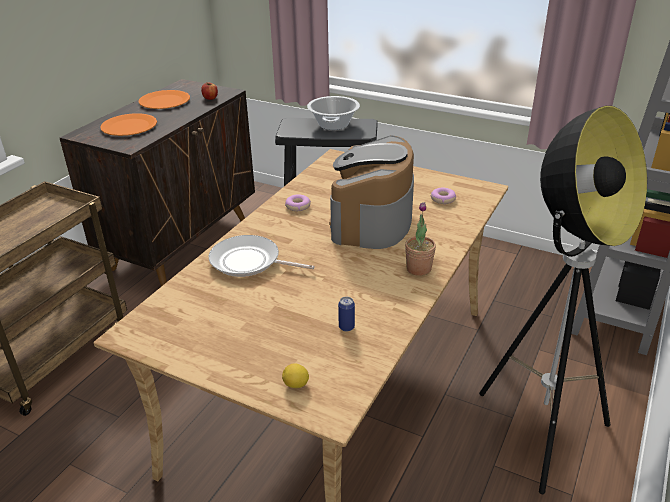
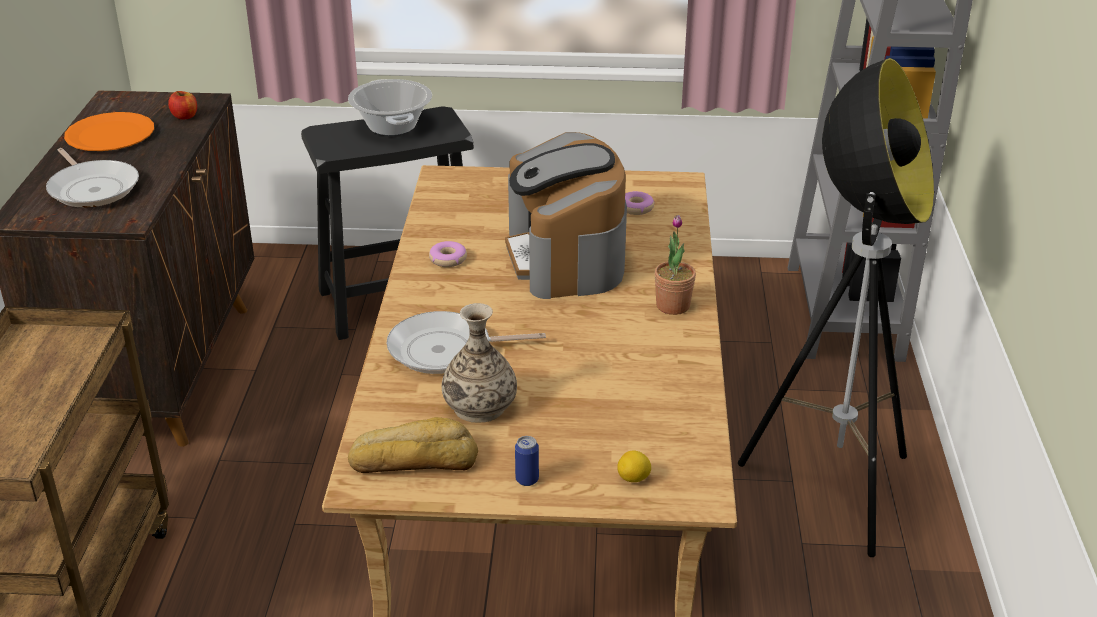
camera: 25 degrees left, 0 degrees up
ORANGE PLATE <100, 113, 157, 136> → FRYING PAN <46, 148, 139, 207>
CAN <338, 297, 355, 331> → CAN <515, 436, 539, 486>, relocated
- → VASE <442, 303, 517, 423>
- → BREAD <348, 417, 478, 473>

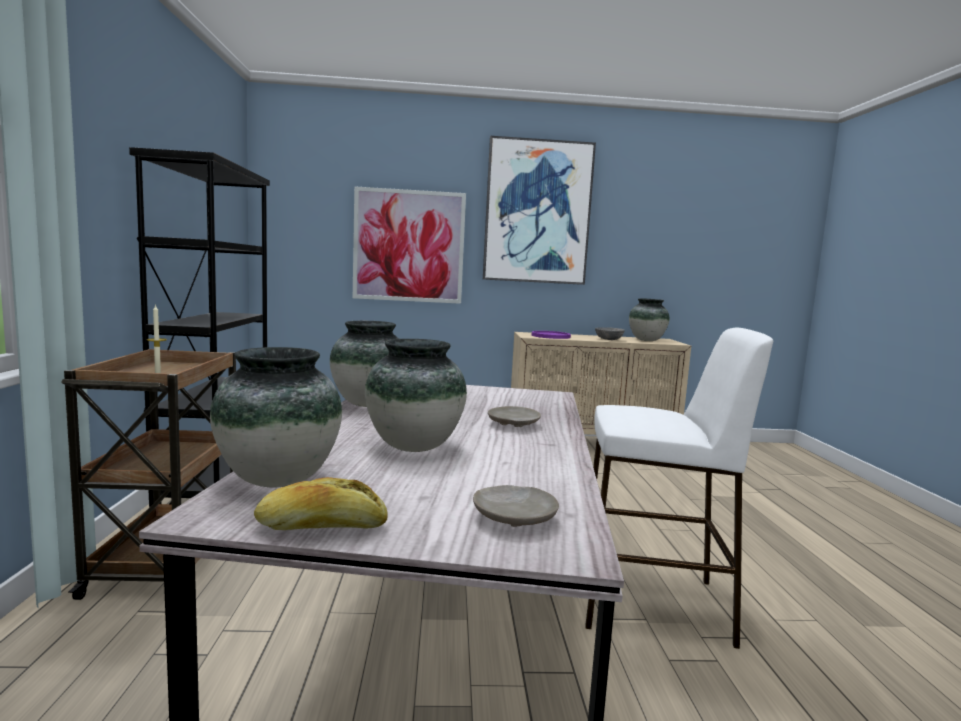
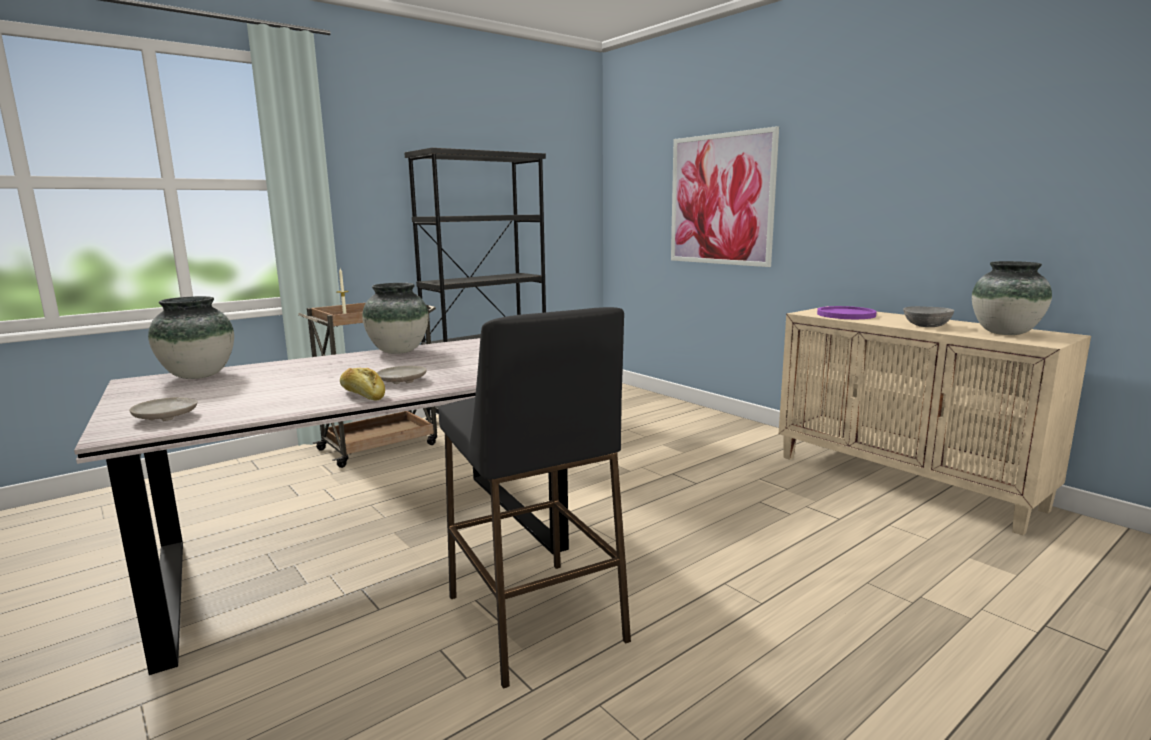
camera: 55 degrees right, 5 degrees up
PICTURE <483, 136, 596, 285> → -
WHITE STOOL <585, 328, 773, 649> → BLACK STOOL <439, 307, 631, 689>
VASE <365, 339, 467, 452> → -
BREAD <254, 477, 388, 530> → BREAD <340, 368, 385, 400>, relocated

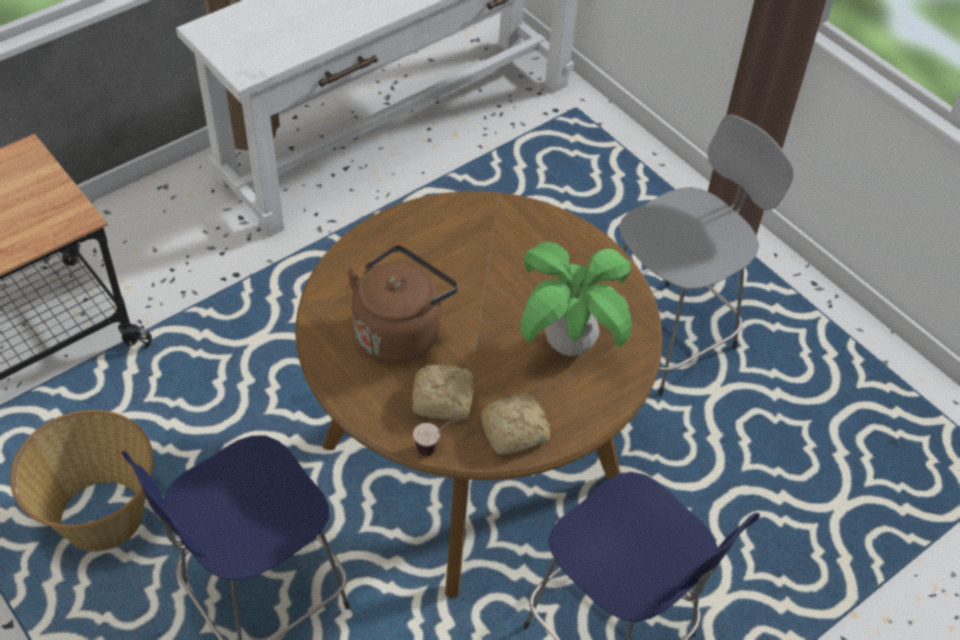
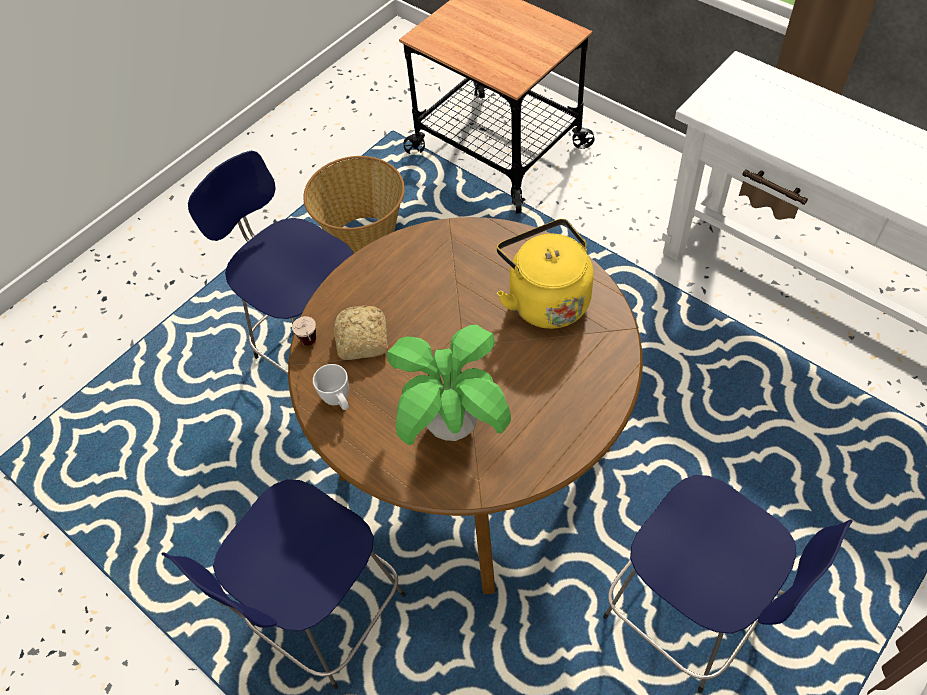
camera: 85 degrees right, 5 degrees up
GREY STOOL <619, 114, 794, 396> → BLUE STOOL <603, 475, 852, 693>
BROWN KETTLE <347, 245, 458, 363> → -
BREAD <480, 393, 550, 455> → WHITE MUG <313, 364, 349, 410>
- → YELLOW KETTLE <497, 219, 594, 329>

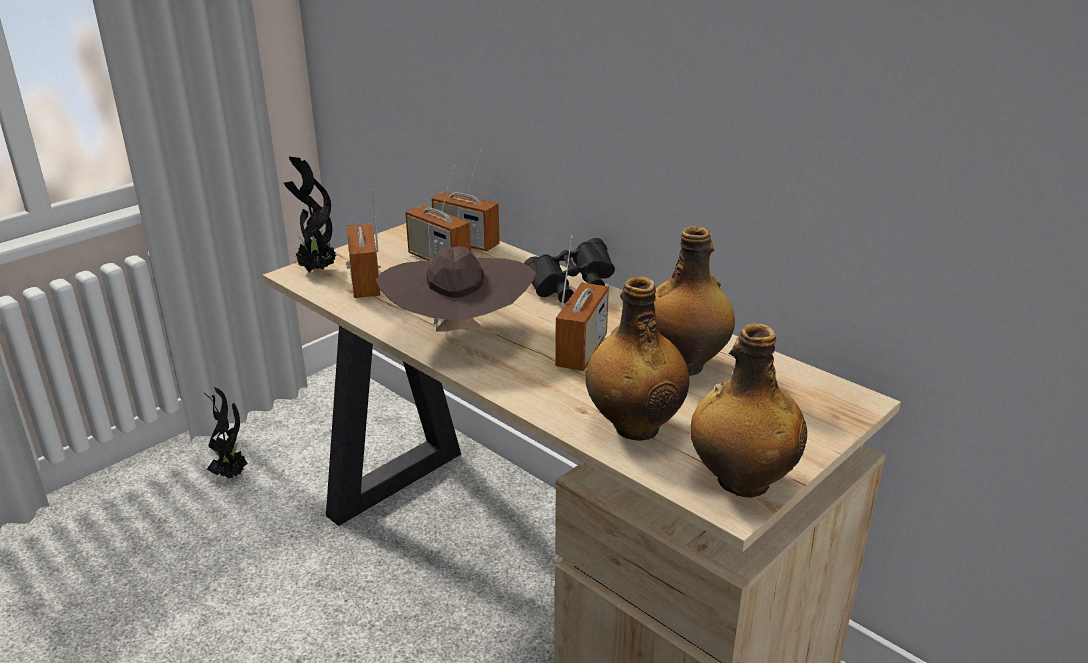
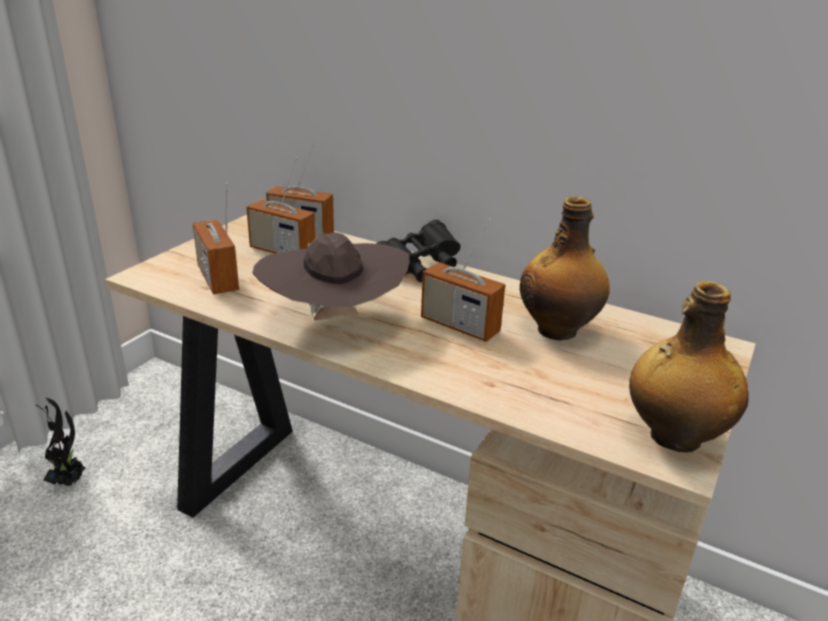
camera: 15 degrees left, 0 degrees up
POTTED PLANT <284, 157, 336, 272> → -
RADIO <555, 235, 609, 371> → RADIO <421, 218, 505, 342>, 120 degrees clockwise
BOTTLE <585, 277, 689, 441> → -

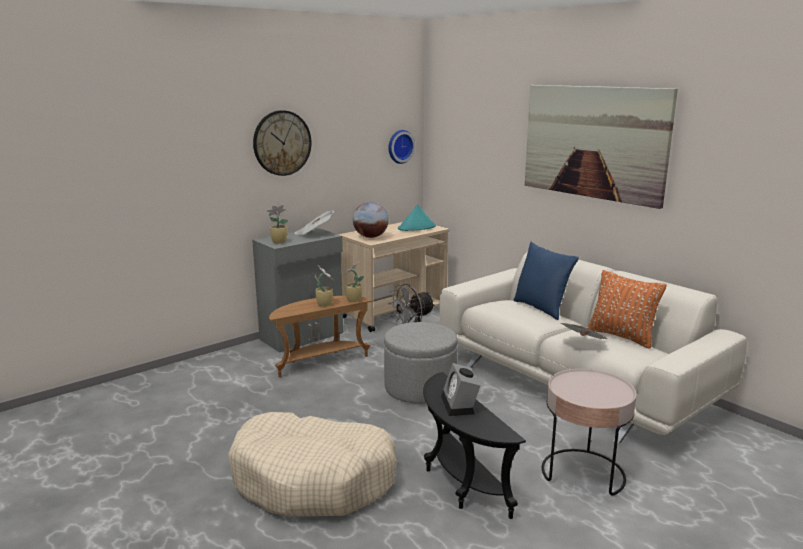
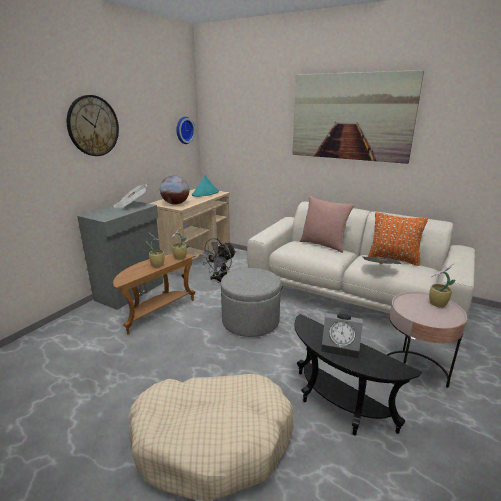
camera: 20 degrees left, 5 degrees up
POTTED PLANT <266, 205, 289, 243> → POTTED PLANT <429, 264, 455, 307>, relocated
BLUE PILLOW <514, 242, 579, 320> → PINK PILLOW <300, 196, 354, 253>
ALARM CLOCK <441, 363, 480, 416> → ALARM CLOCK <321, 313, 363, 358>, 45 degrees counterclockwise

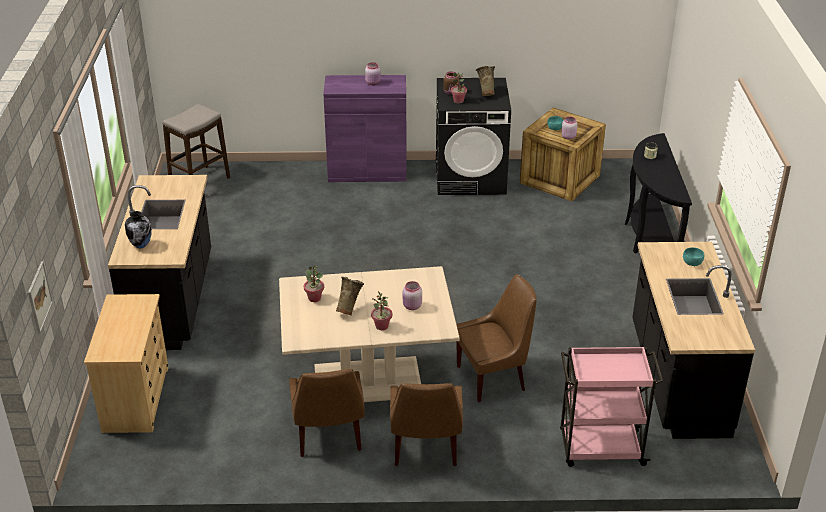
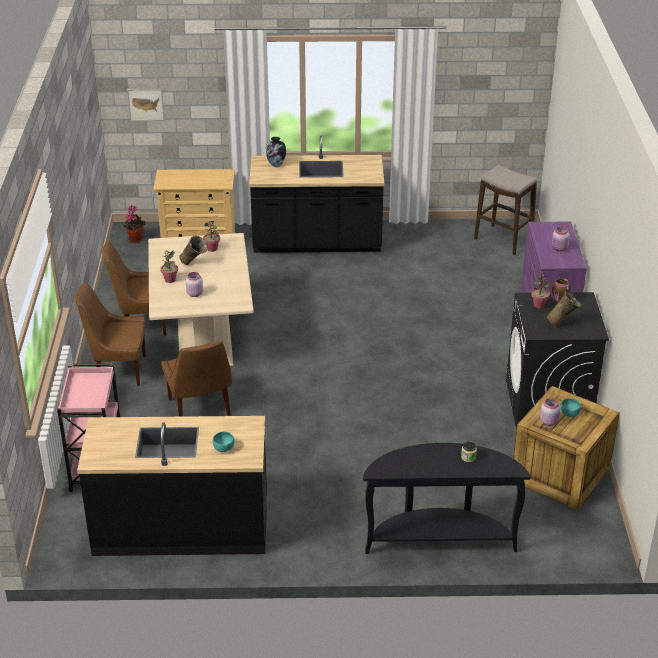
camera: 90 degrees right, 0 degrees up
- → POTTED PLANT <123, 205, 145, 243>

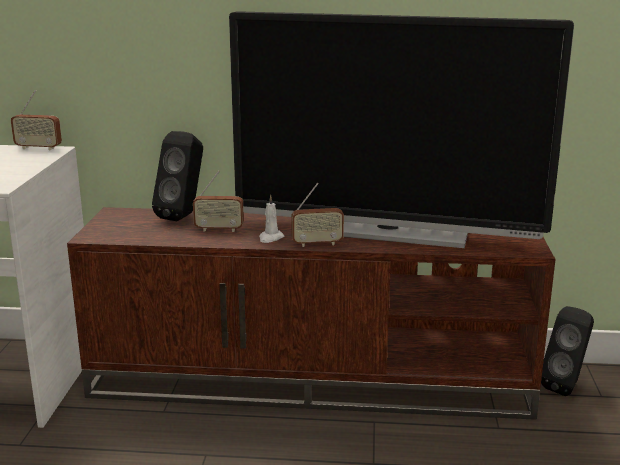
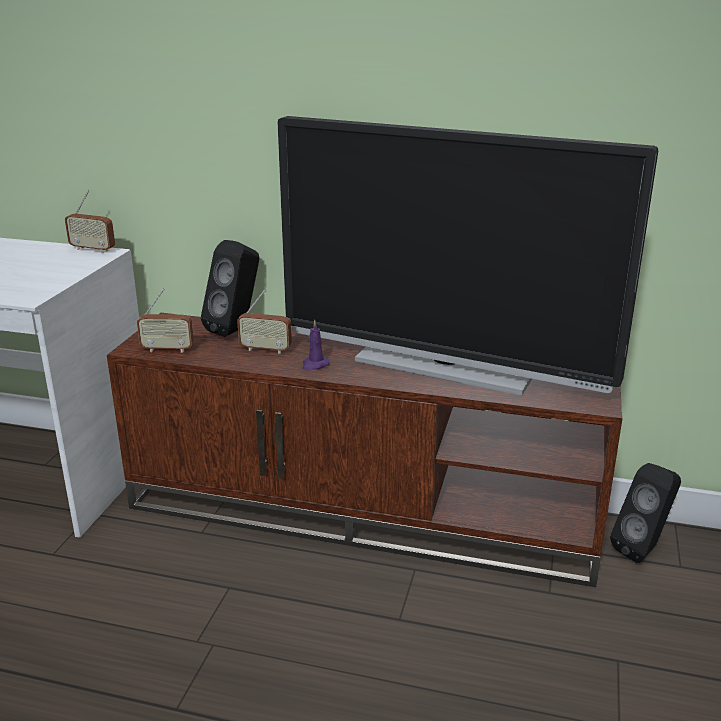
camera: 10 degrees right, 5 degrees up
RADIO <291, 182, 344, 247> → RADIO <137, 288, 194, 353>, relocated
WHITE CANDLE <259, 195, 285, 243> → PURPLE CANDLE <302, 320, 330, 371>

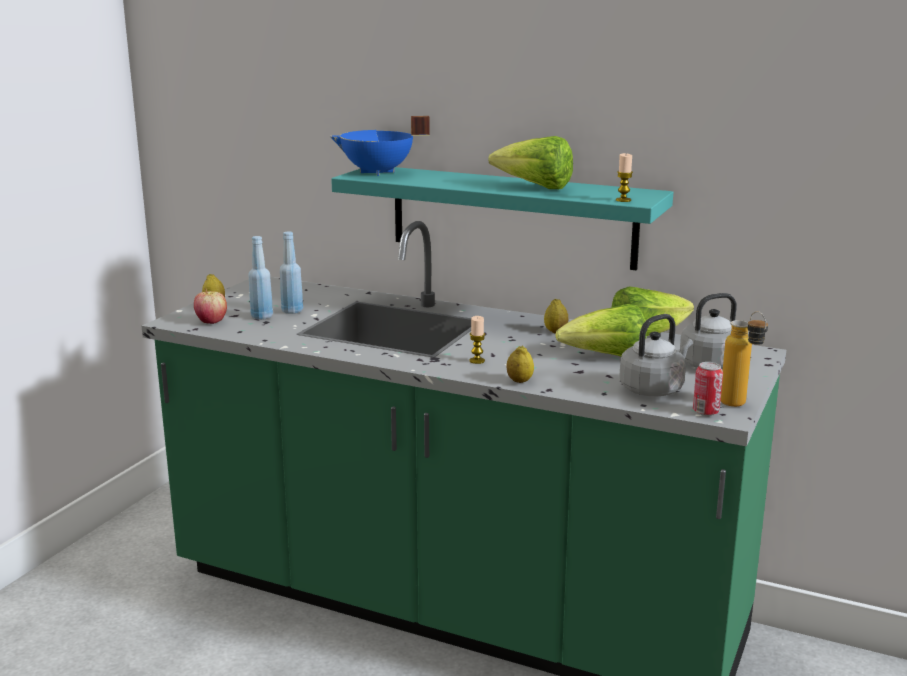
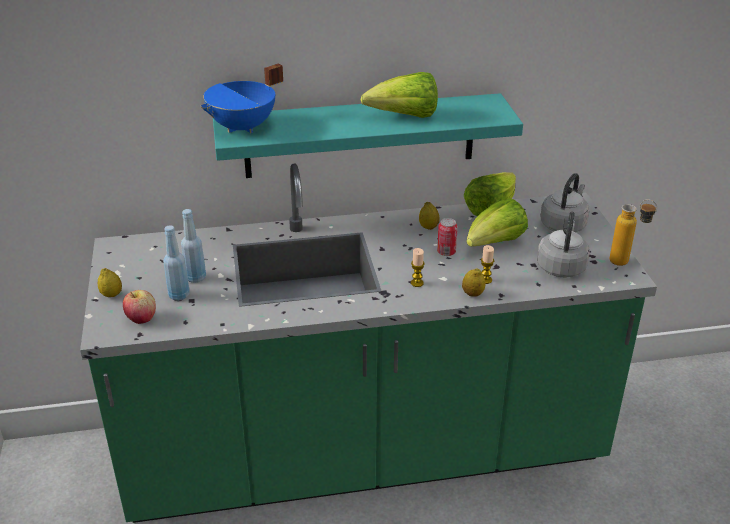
camera: 35 degrees left, 15 degrees up
CANDLE <616, 153, 633, 202> → CANDLE <481, 245, 494, 284>, relocated
CAN <693, 362, 723, 416> → CAN <437, 218, 458, 256>, relocated

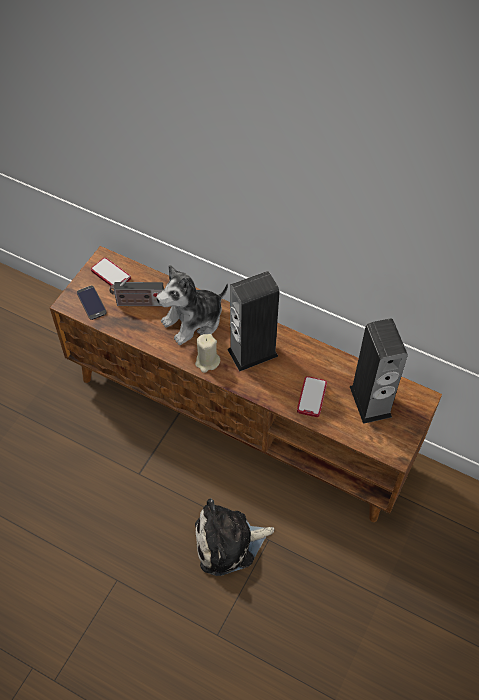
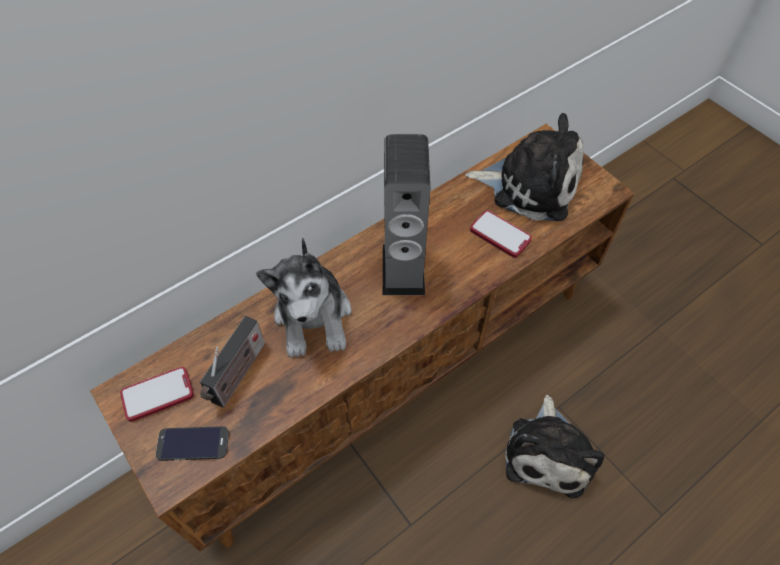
camera: 65 degrees left, 0 degrees up
SPEAKER <350, 318, 408, 424> → PLUSH TOY <465, 113, 584, 221>
BEIGE CANDLE <195, 334, 221, 373> → -

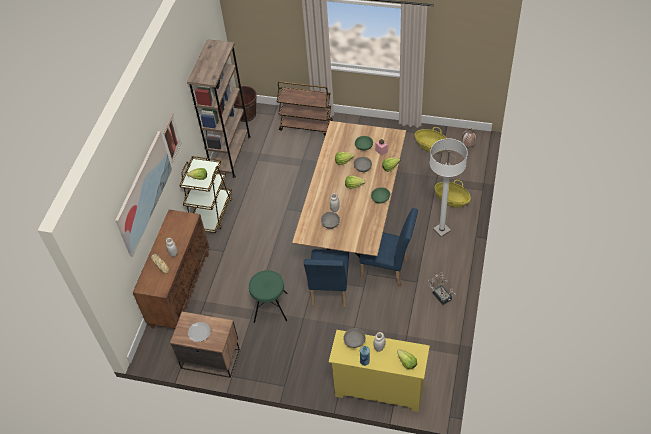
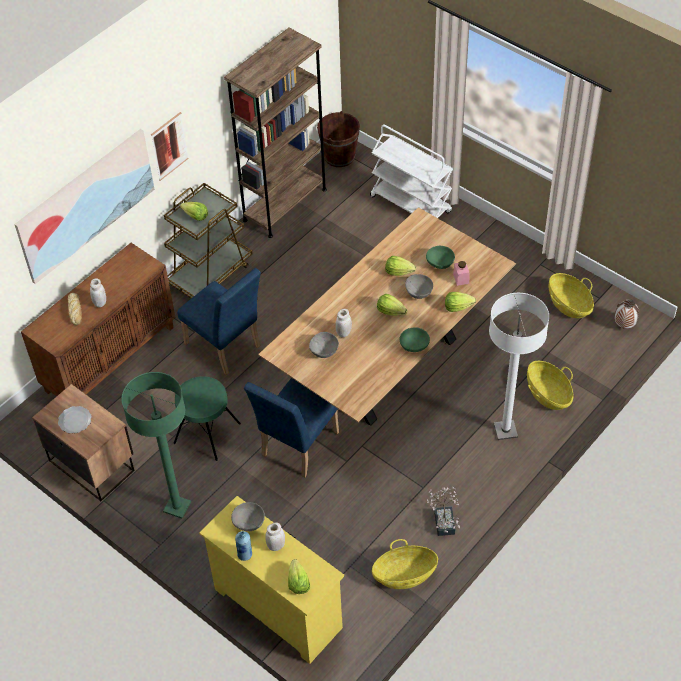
camera: 25 degrees right, 0 degrees up
BROWN CART <277, 81, 333, 136> → WHITE CART <370, 124, 453, 218>
BLUE CHAIR <359, 208, 418, 286> → BLUE CHAIR <177, 268, 261, 375>, relocated
- → GREEN FLOOR LAMP <121, 372, 191, 519>
- → BASKET <372, 539, 438, 589>

